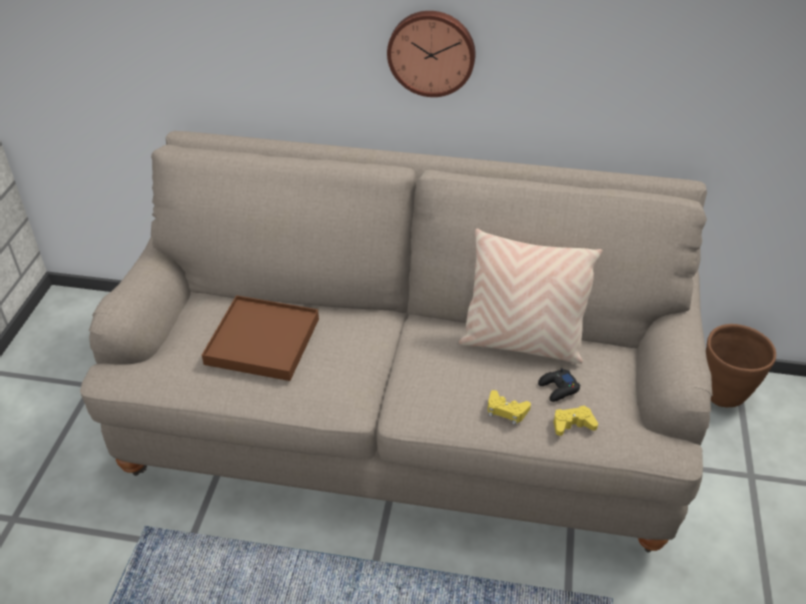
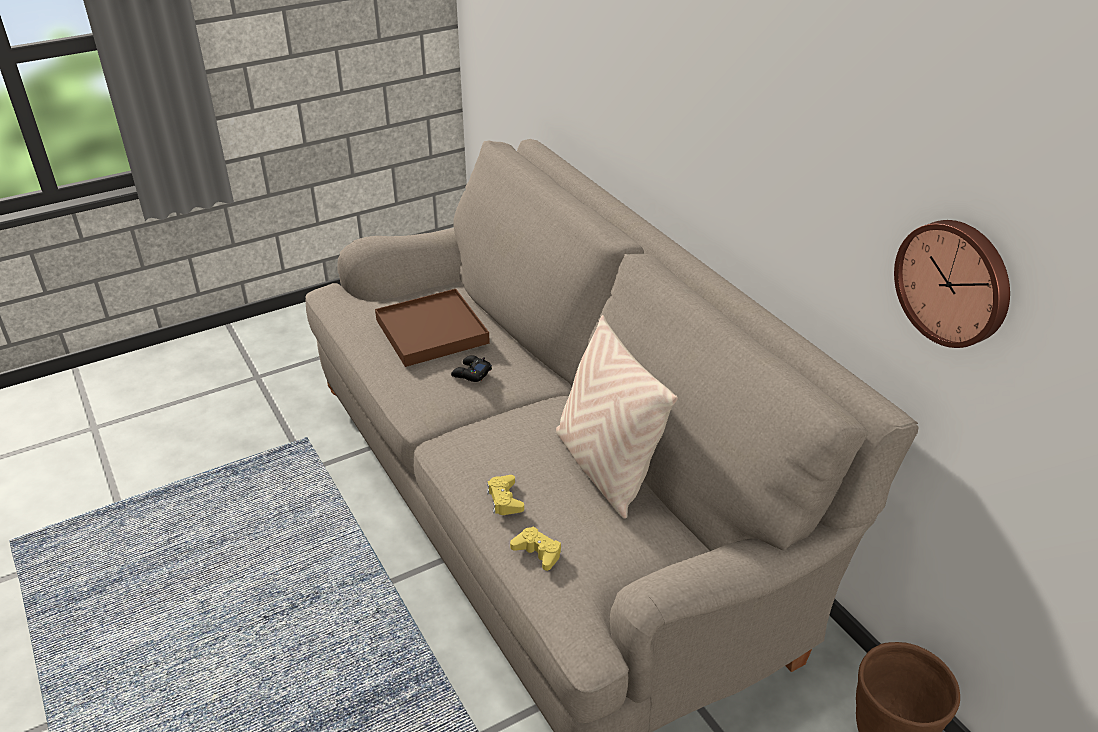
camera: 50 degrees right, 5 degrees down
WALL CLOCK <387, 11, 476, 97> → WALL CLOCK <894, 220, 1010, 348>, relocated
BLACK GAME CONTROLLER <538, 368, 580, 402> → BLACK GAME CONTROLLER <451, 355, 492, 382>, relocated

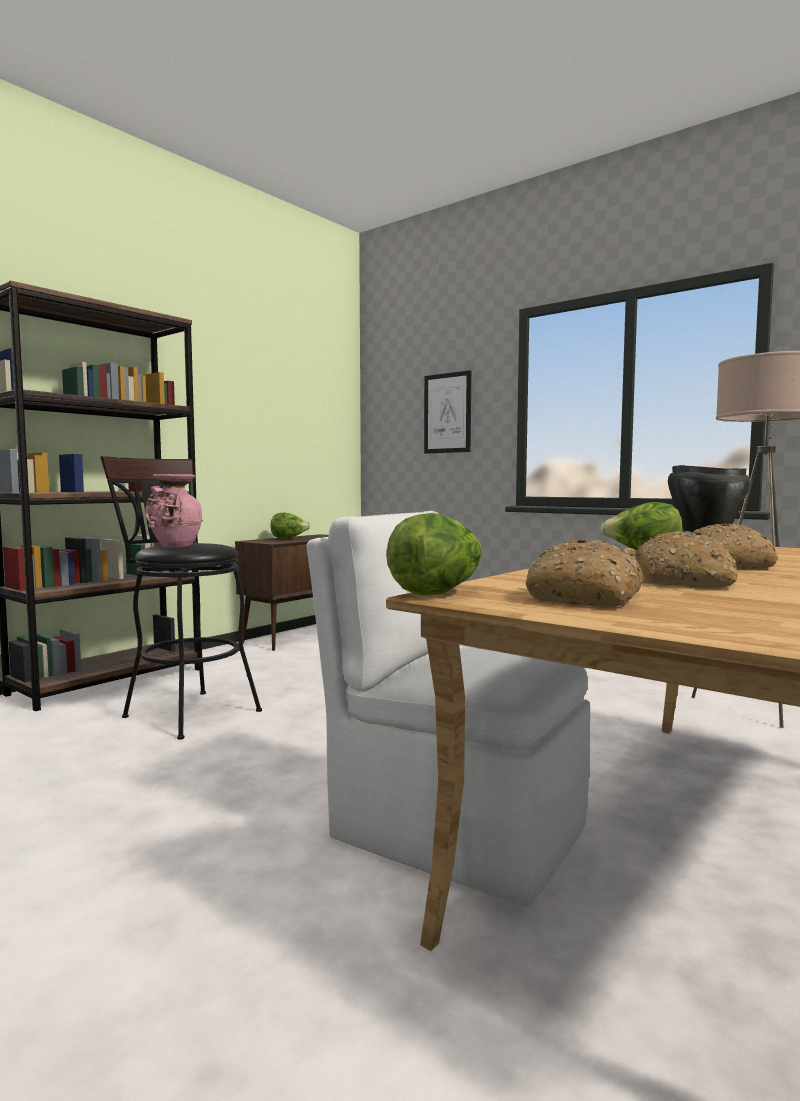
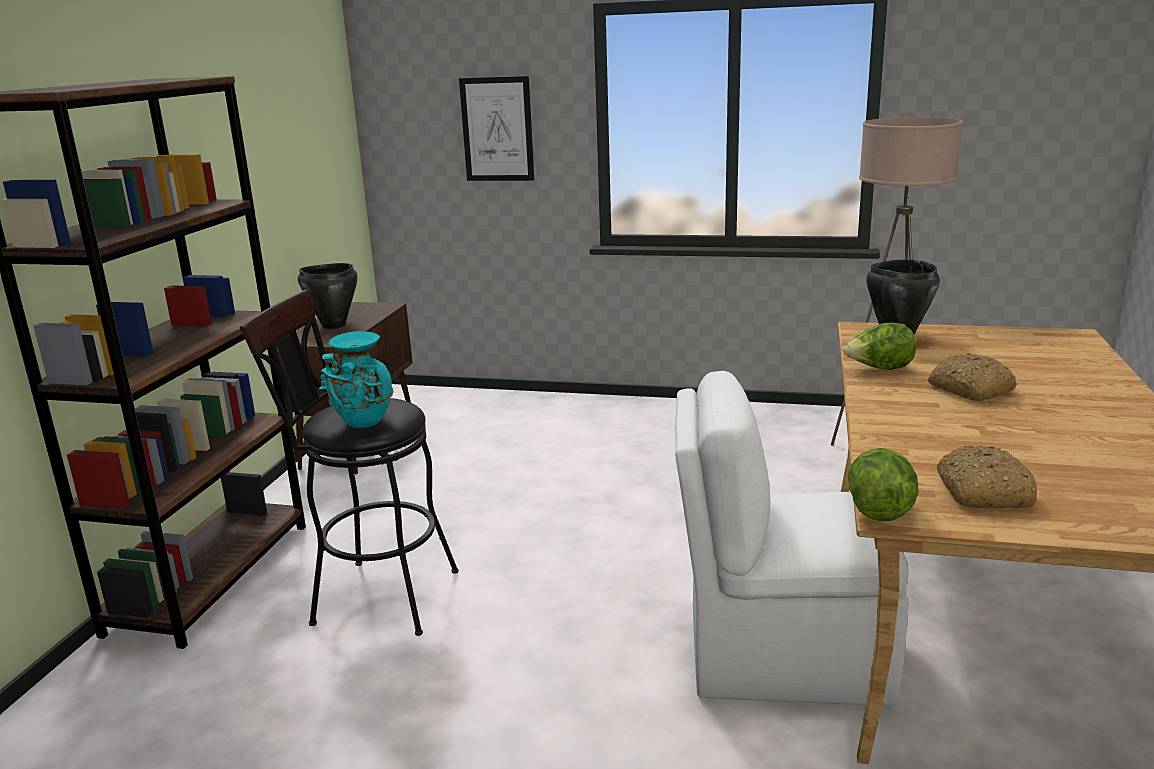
camera: 25 degrees left, 15 degrees up
PINK VASE <146, 474, 203, 548> → TURQUOISE VASE <319, 331, 394, 428>
LETTUCE <270, 512, 310, 539> → BLACK COOKING POT <298, 263, 358, 329>
BREAD <635, 531, 738, 587> → -

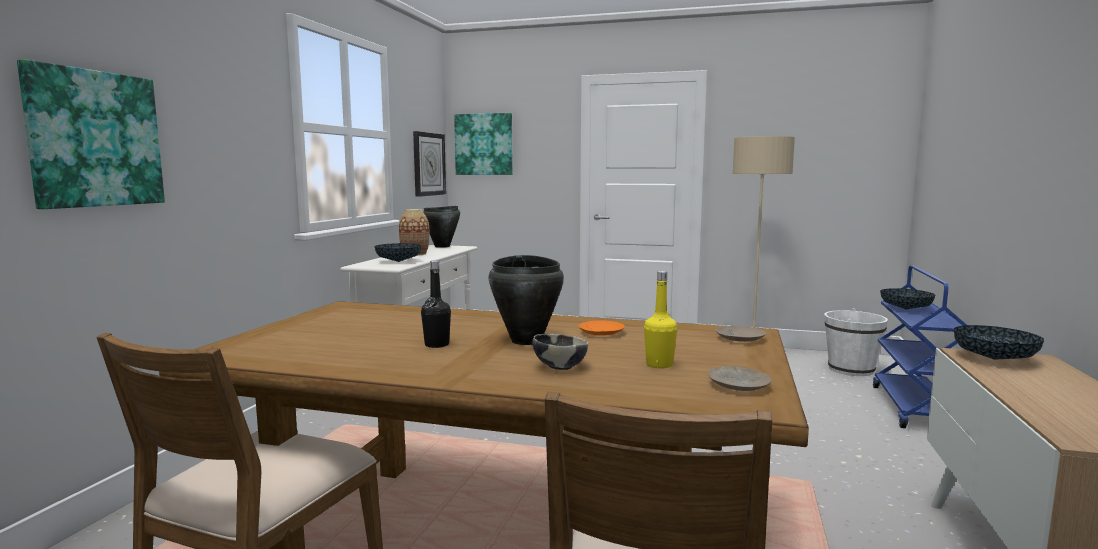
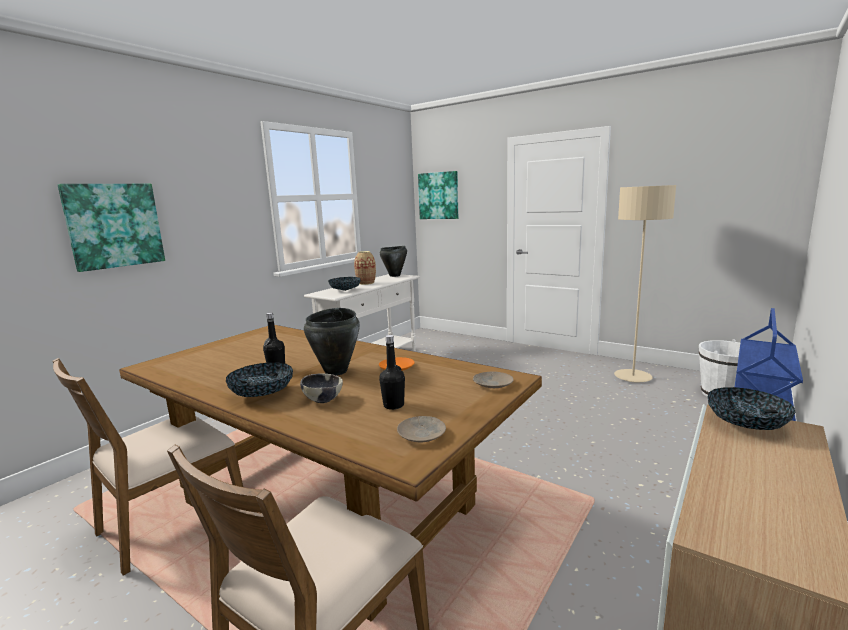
camera: 20 degrees right, 5 degrees up
WALL CLOCK <413, 131, 446, 197> → -
YELLOW BOTTLE <644, 271, 677, 368> → BLACK BOTTLE <379, 335, 405, 410>
BOWL <880, 288, 935, 309> → BOWL <226, 362, 293, 397>, relocated

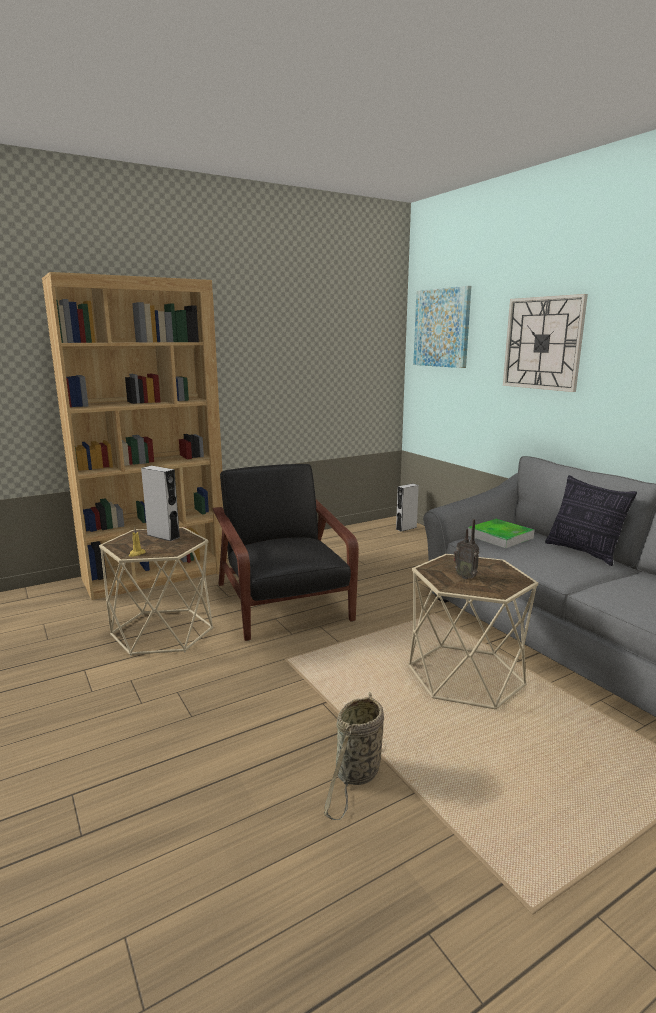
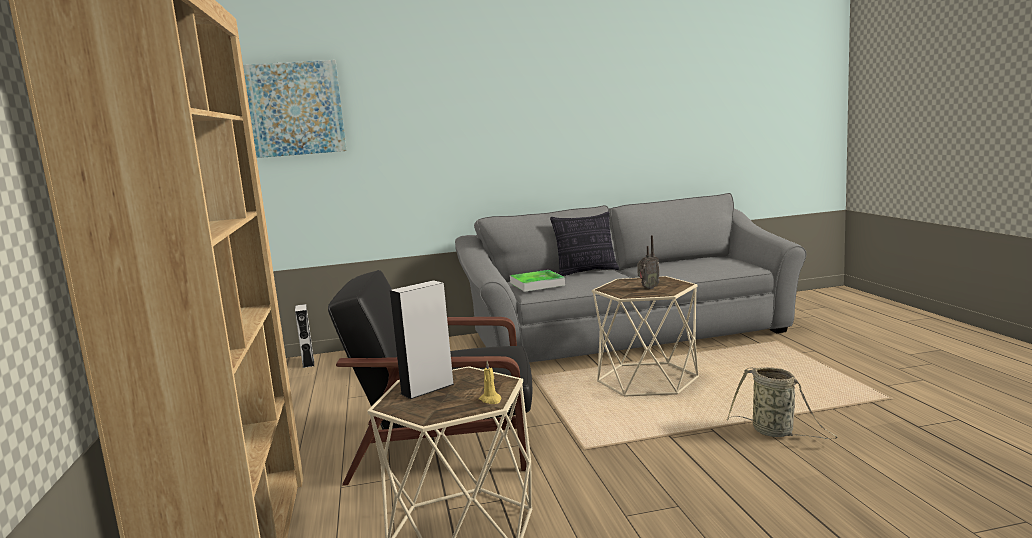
camera: 70 degrees left, 5 degrees down
WALL CLOCK <503, 294, 588, 392> → -

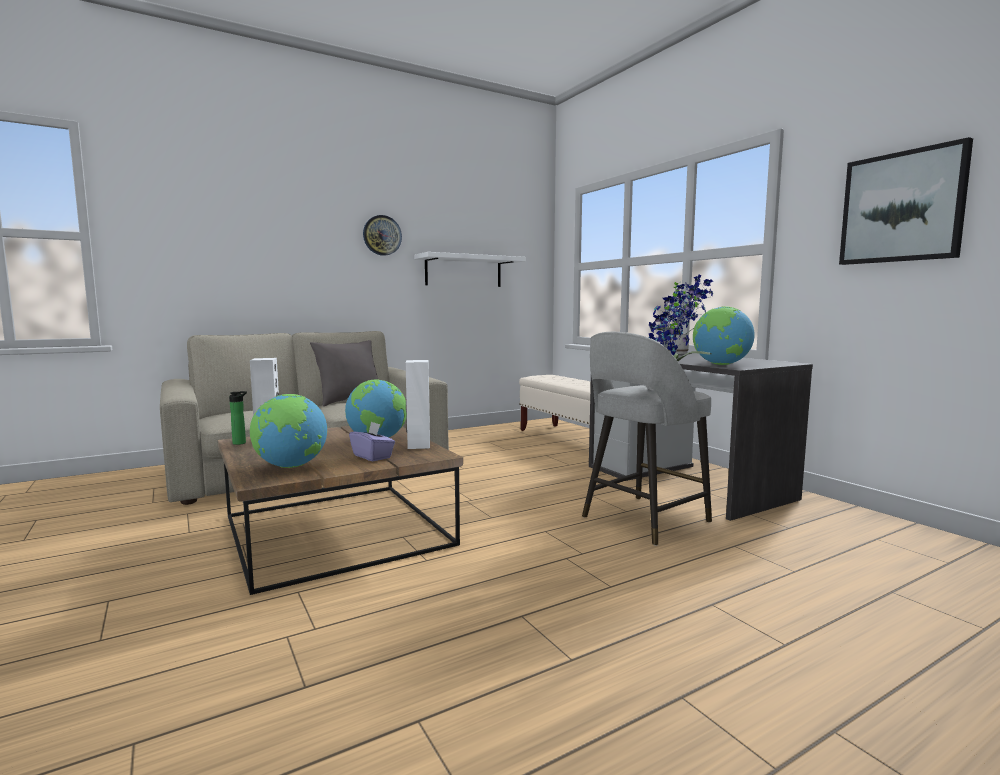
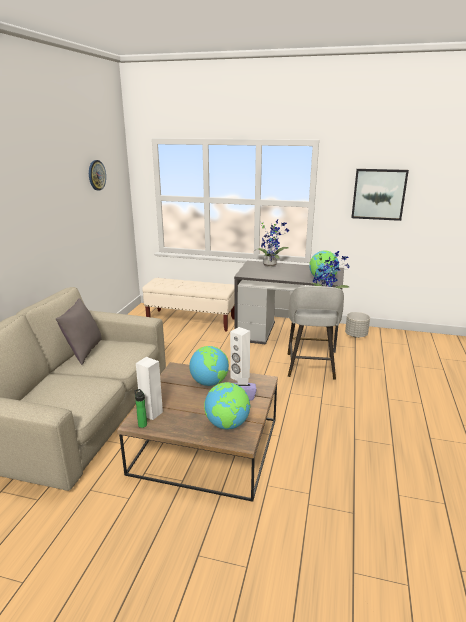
camera: 45 degrees left, 15 degrees up
WALL CLOCK <363, 215, 402, 256> → WALL CLOCK <89, 160, 106, 190>, relocated
WHITE SHELF <414, 252, 526, 287> → -
- → GREY PLANTER <345, 312, 370, 338>

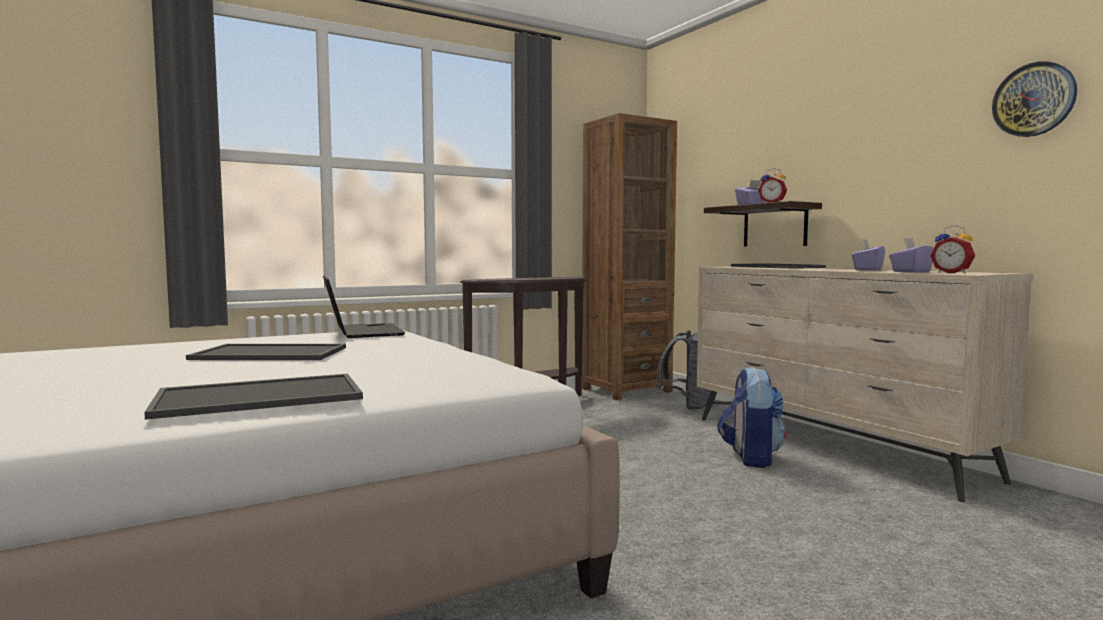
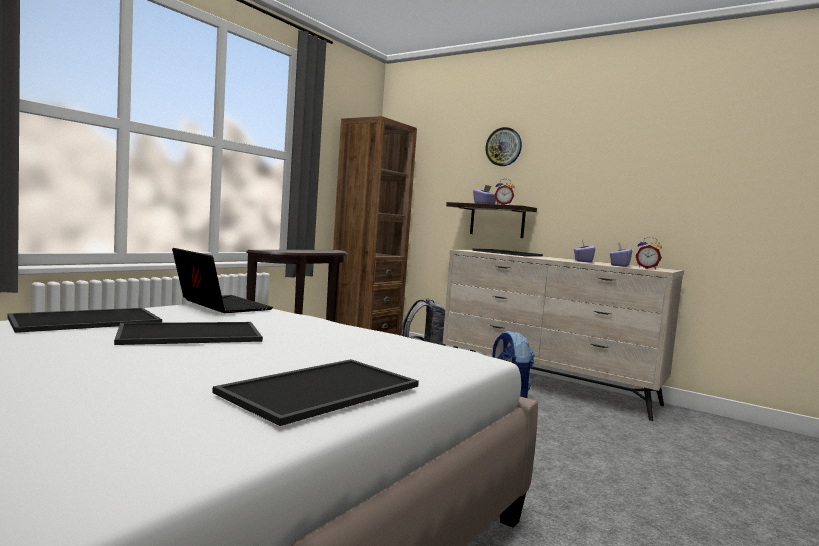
camera: 25 degrees left, 0 degrees up
WALL CLOCK <992, 61, 1077, 137> → WALL CLOCK <485, 127, 522, 166>, relocated
- → TRAY <7, 308, 162, 333>

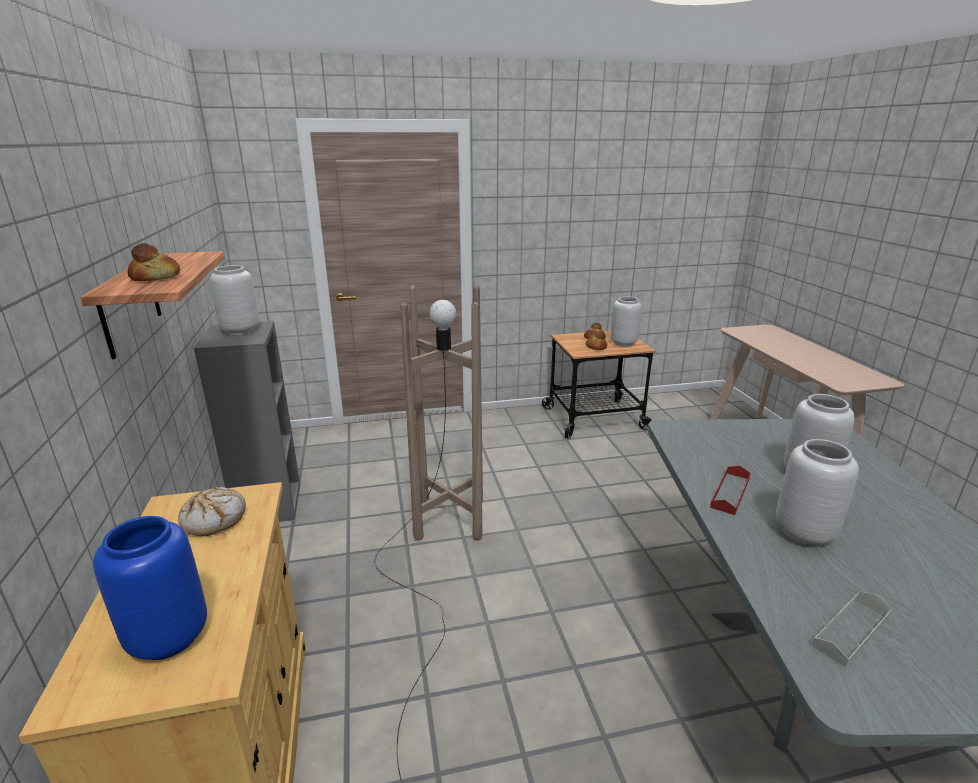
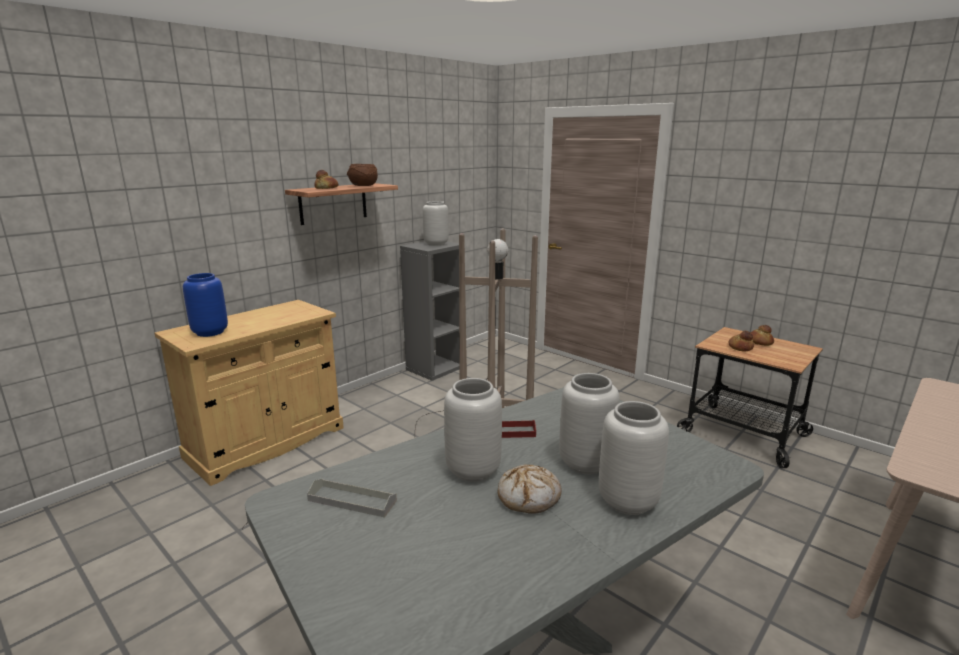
camera: 55 degrees right, 5 degrees down
GREY VASE <611, 296, 642, 346> → GREY VASE <599, 401, 669, 515>, relocated
BREAD <178, 487, 246, 536> → BREAD <498, 465, 562, 514>, relocated
- → BROWN BOWL <347, 164, 378, 186>

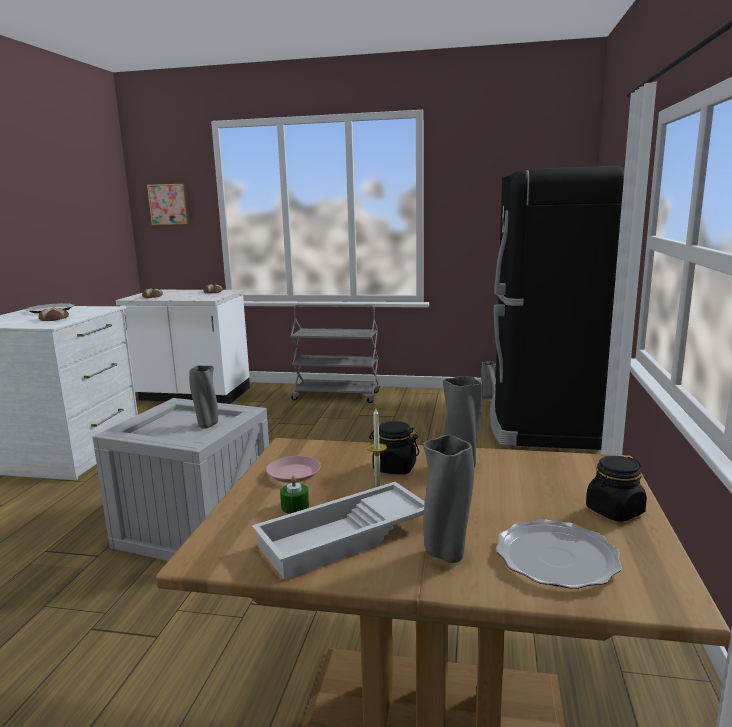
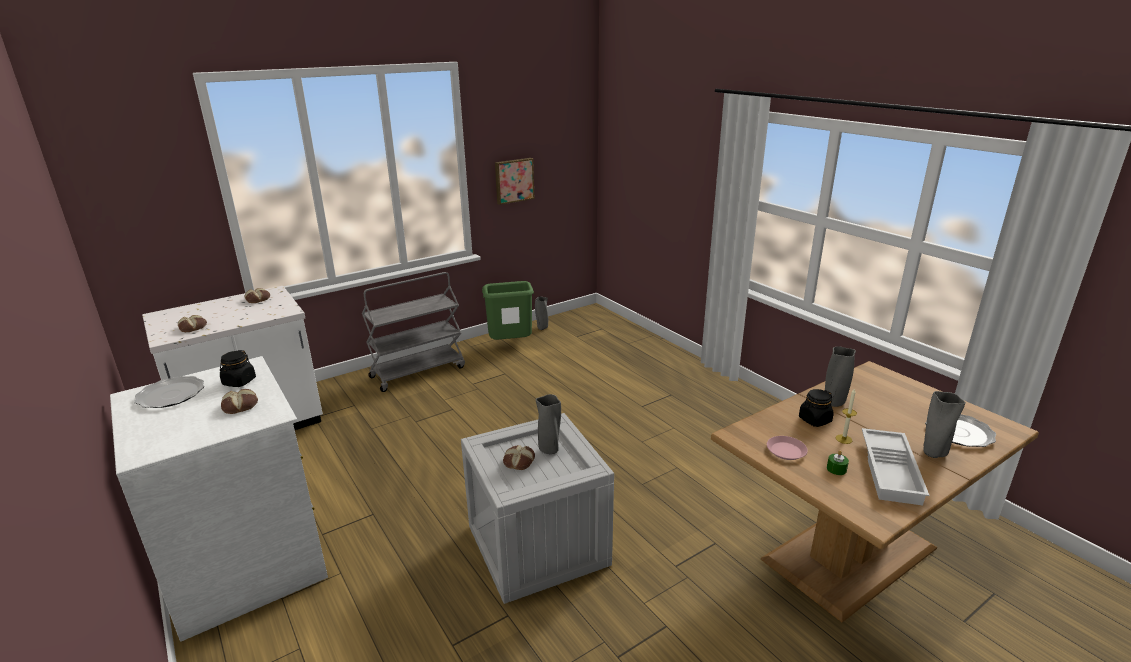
camera: 45 degrees left, 10 degrees up
BLACK FRIDGE <490, 166, 624, 450> → -
PICTURE <147, 184, 190, 225> → PICTURE <495, 158, 535, 205>, relocated
BLACK JAR <586, 456, 647, 522> → BLACK JAR <220, 350, 256, 387>, relocated
- → GREEN TRASH CAN <482, 281, 534, 340>
- → BREAD <503, 445, 535, 470>

